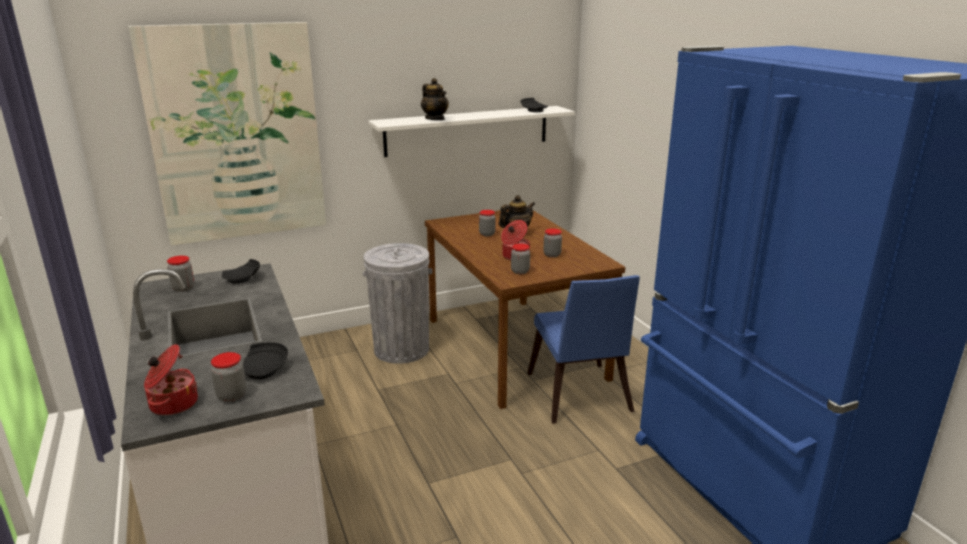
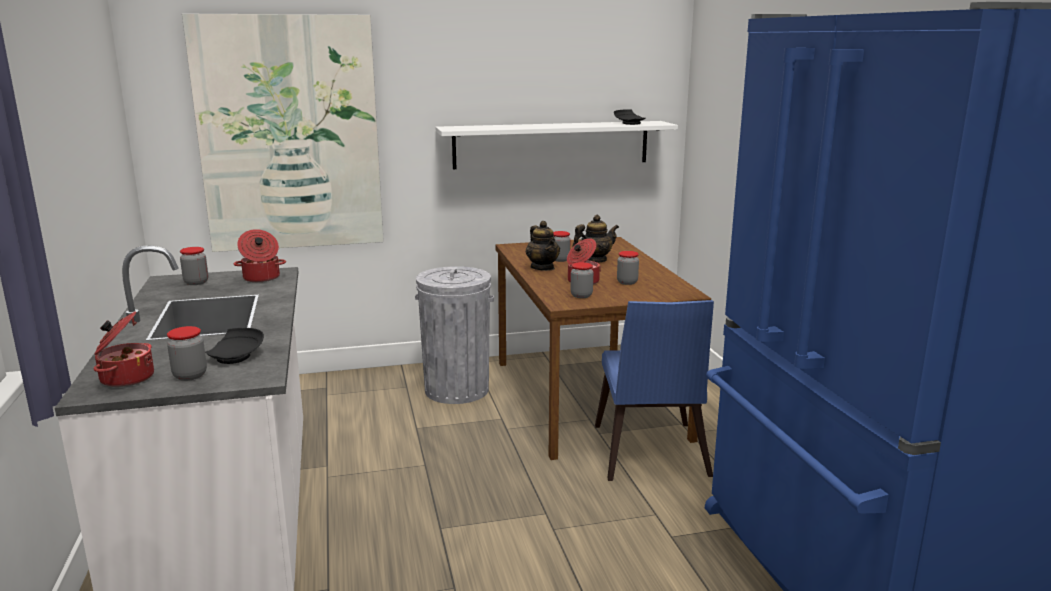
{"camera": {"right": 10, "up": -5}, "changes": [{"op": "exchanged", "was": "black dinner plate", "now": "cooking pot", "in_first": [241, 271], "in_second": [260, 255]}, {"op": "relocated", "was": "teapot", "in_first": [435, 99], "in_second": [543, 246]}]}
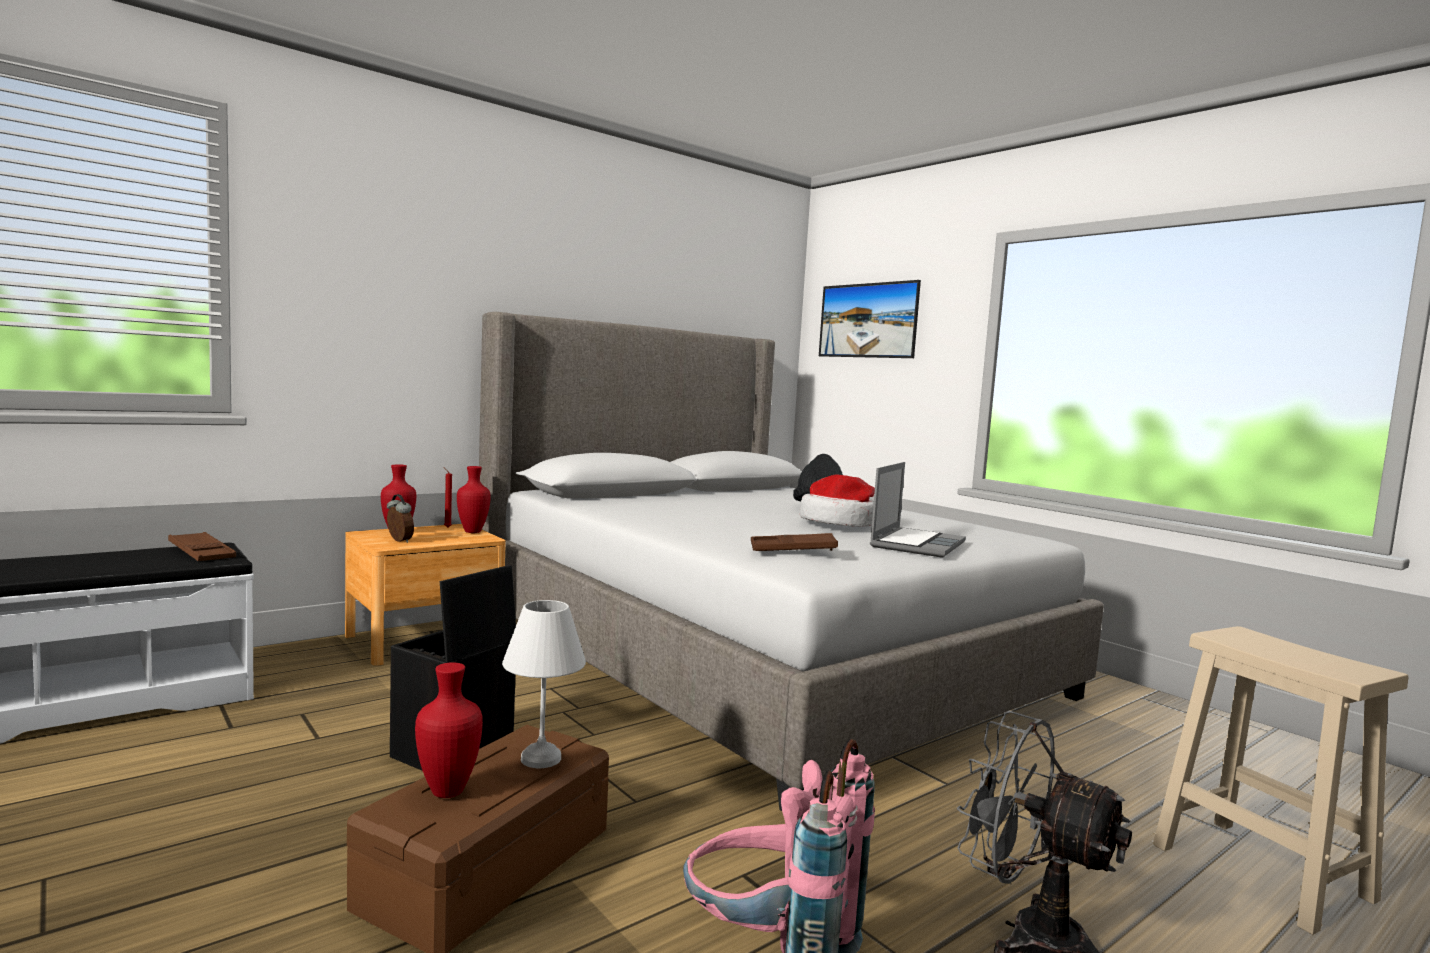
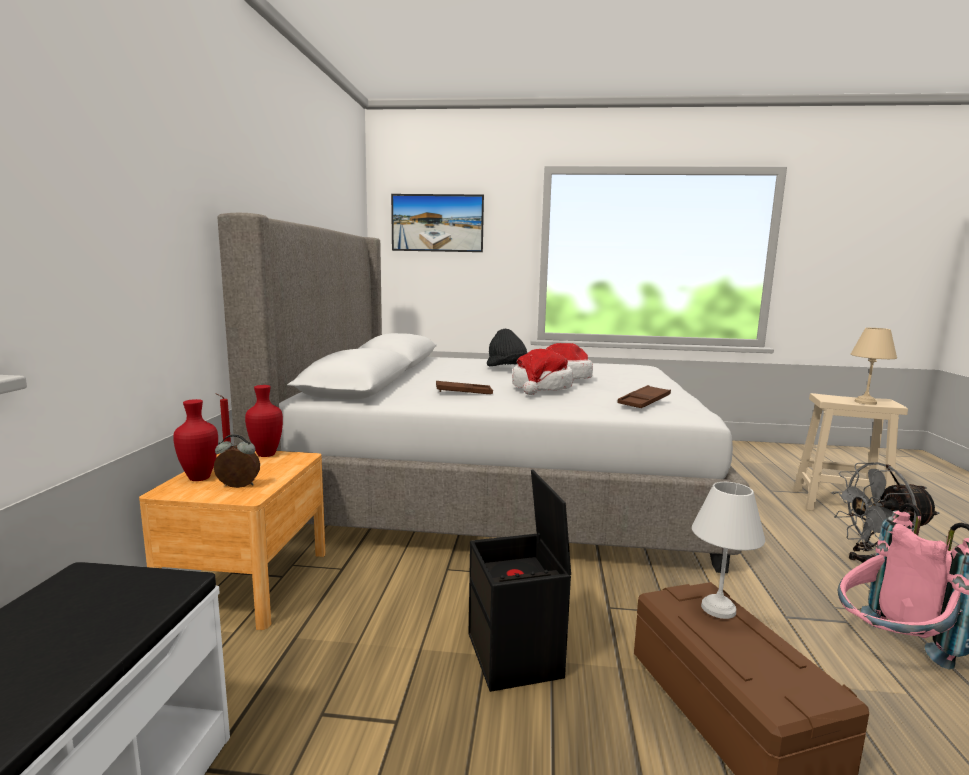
{"camera": {"right": -45, "up": 5}, "changes": [{"op": "relocated", "was": "brown-coloured carrying tray", "in_first": [202, 546], "in_second": [464, 387]}, {"op": "appeared", "now": "clothing hat", "in_second": [542, 372]}, {"op": "appeared", "now": "beige-coloured tabletop lamp", "in_second": [874, 366]}, {"op": "missing", "was": "red-coloured flower vase", "in_first": [449, 730]}, {"op": "missing", "was": "laptop", "in_first": [918, 510]}]}
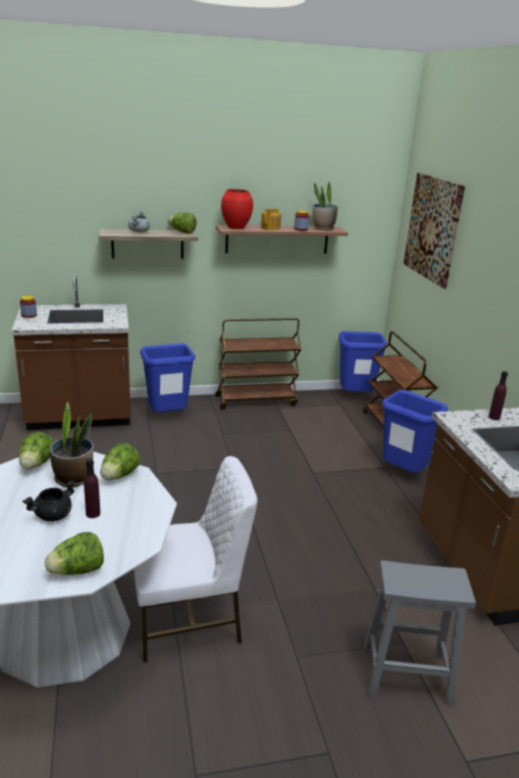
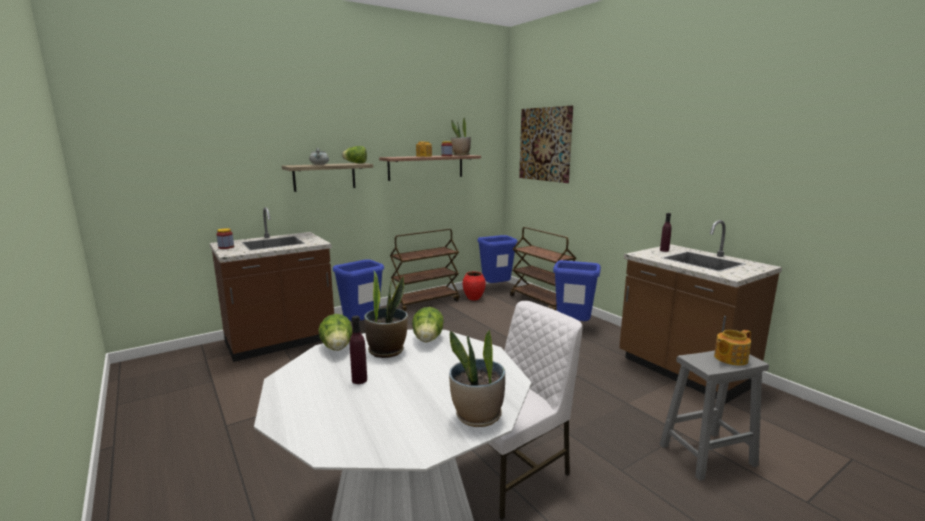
{"camera": {"right": -20, "up": -10}, "changes": [{"op": "relocated", "was": "purplish bottle", "in_first": [92, 488], "in_second": [358, 350]}, {"op": "exchanged", "was": "head of lettuce", "now": "plant in a pot", "in_first": [74, 553], "in_second": [477, 378]}, {"op": "relocated", "was": "red-coloured flower vase", "in_first": [237, 209], "in_second": [474, 286]}, {"op": "appeared", "now": "teapot", "in_second": [732, 348]}, {"op": "missing", "was": "black cooking pot", "in_first": [49, 500]}]}
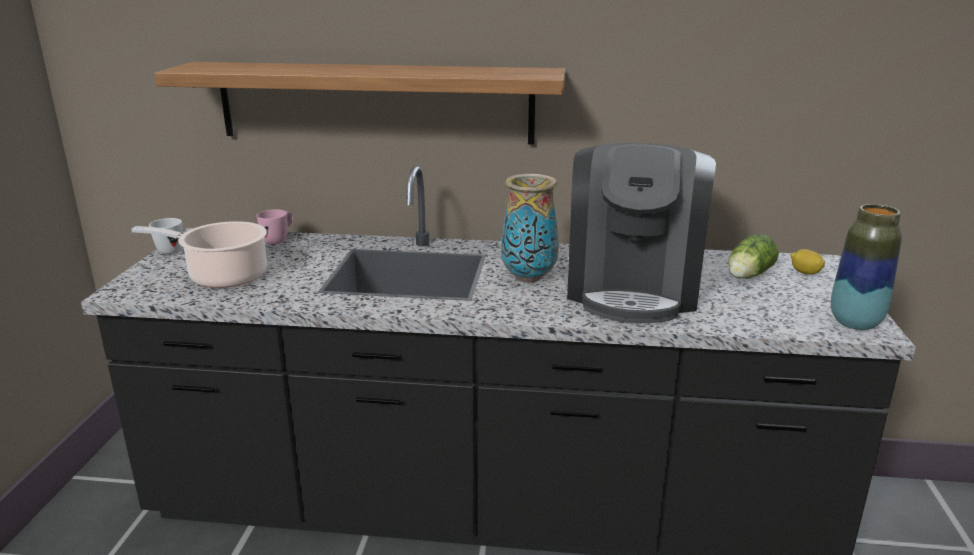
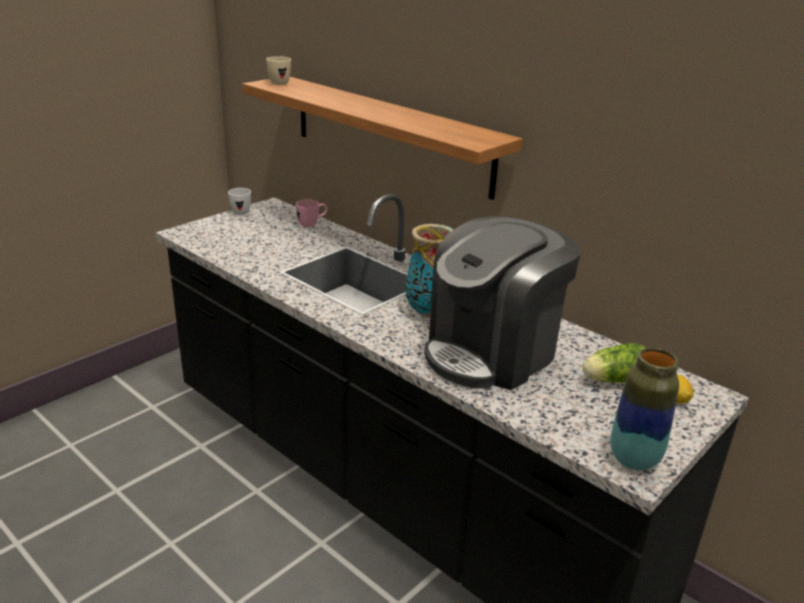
{"camera": {"right": 35, "up": 5}, "changes": [{"op": "appeared", "now": "beige-coloured coffee mug", "in_second": [278, 70]}, {"op": "missing", "was": "cooking pot", "in_first": [199, 254]}]}
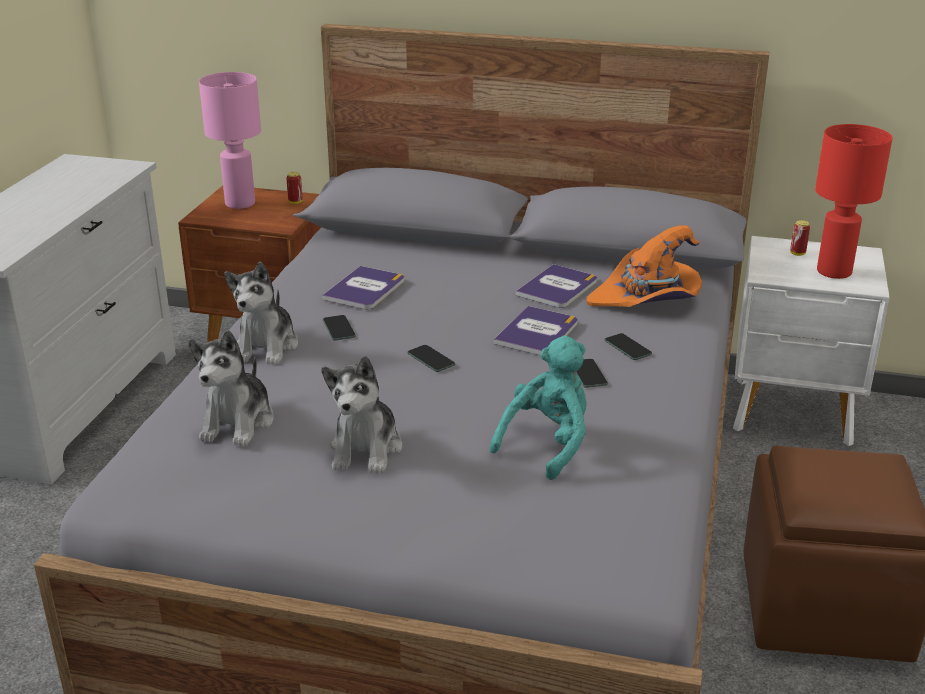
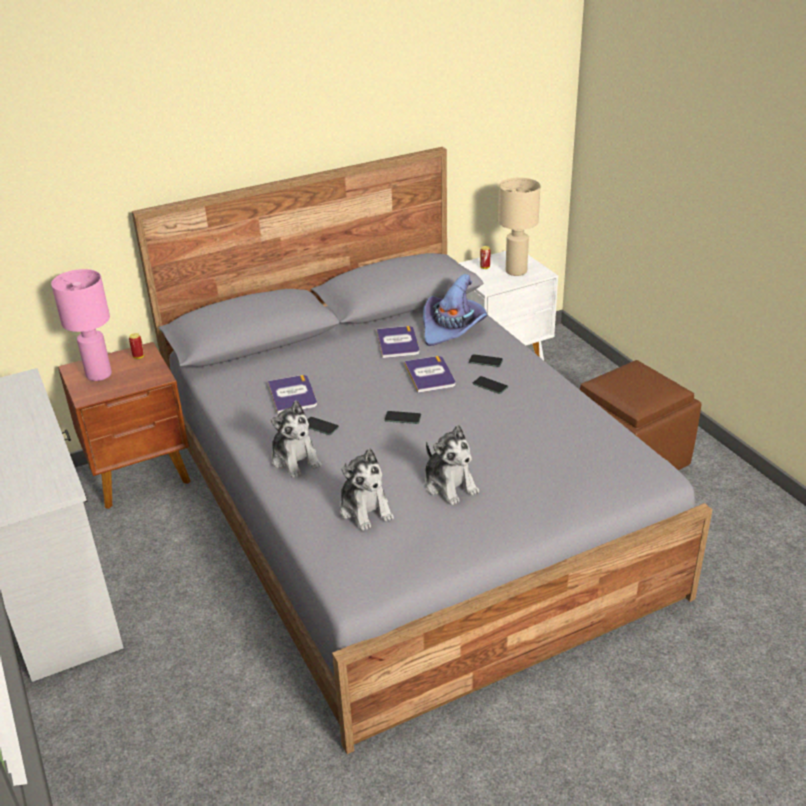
{"camera": {"right": -40, "up": 5}, "changes": [{"op": "colour", "was": "orange clothing hat", "now": "purplish clothing hat", "in_first": [644, 266], "in_second": [455, 310]}, {"op": "colour", "was": "red-coloured tabletop lamp", "now": "beige-coloured tabletop lamp", "in_first": [854, 201], "in_second": [519, 227]}, {"op": "missing", "was": "turquoise plush toy", "in_first": [538, 408]}]}
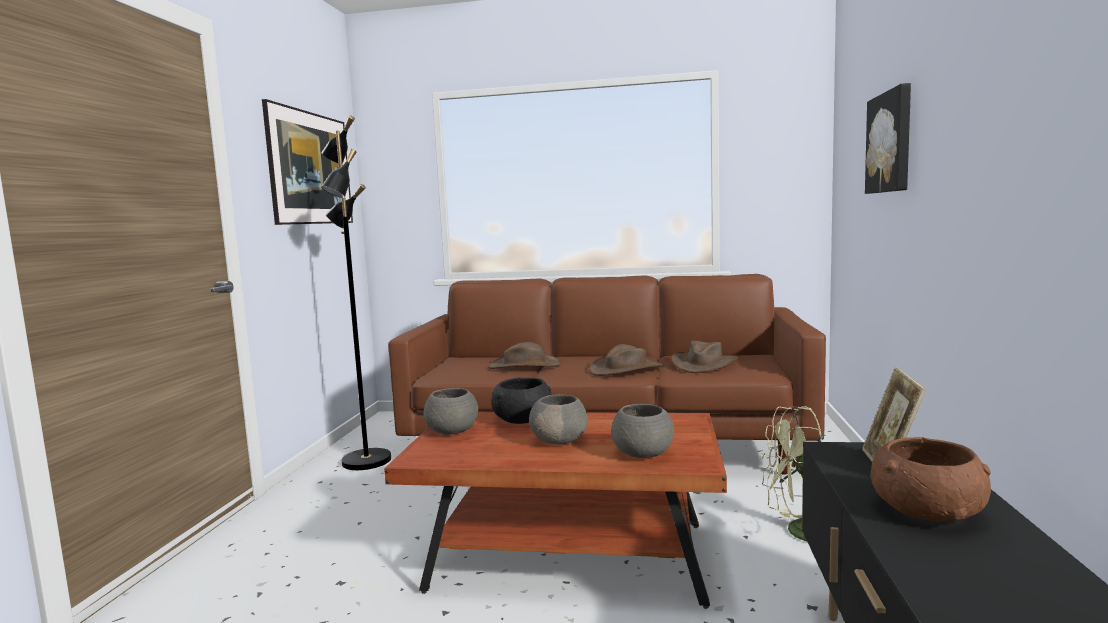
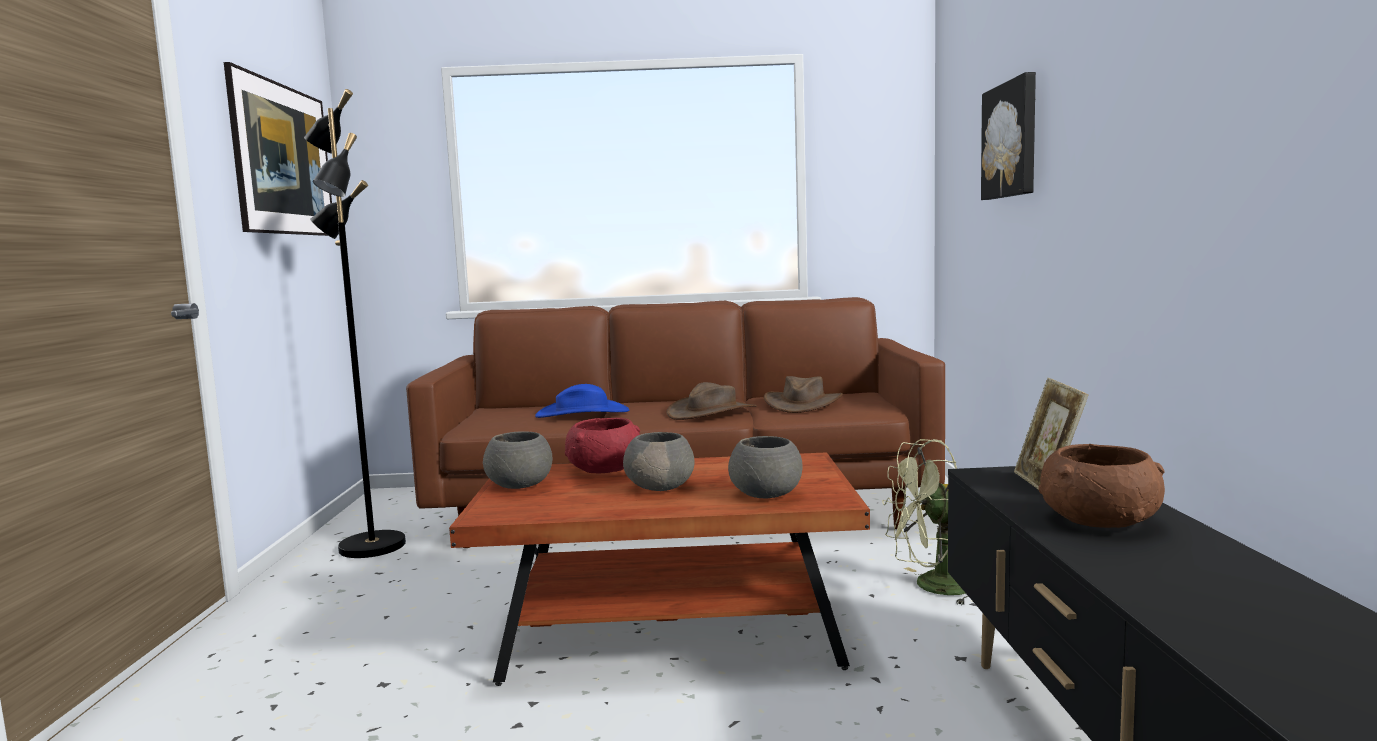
{"camera": {"right": -10, "up": 0}, "changes": [{"op": "colour", "was": "brown-coloured clothing hat", "now": "bluish clothing hat", "in_first": [525, 355], "in_second": [582, 401]}, {"op": "colour", "was": "black serving bowl", "now": "red-coloured serving bowl", "in_first": [521, 401], "in_second": [602, 445]}]}
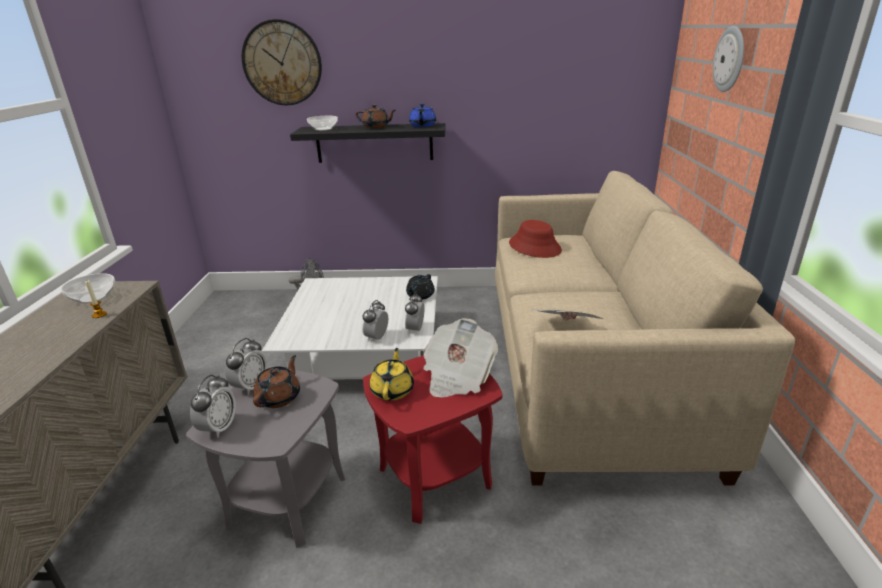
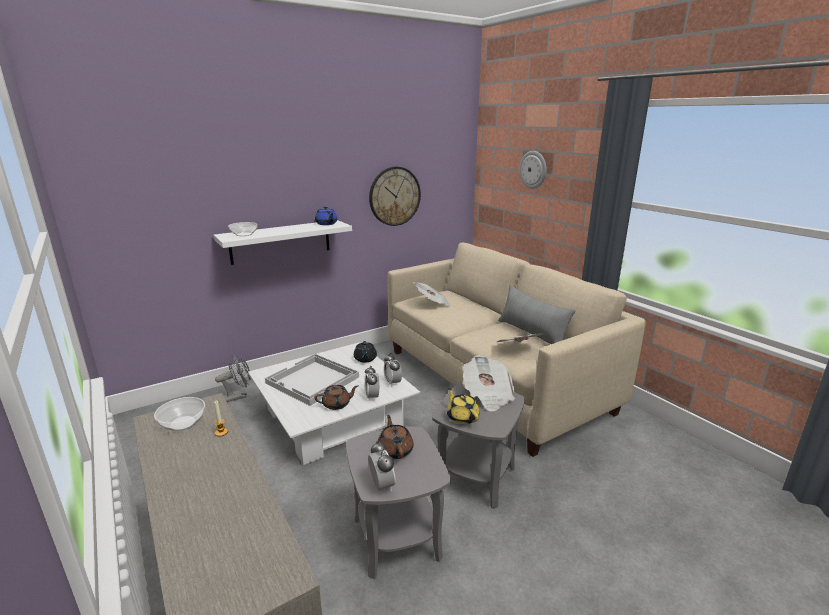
{"camera": {"right": -35, "up": -5}, "changes": [{"op": "colour", "was": "black bracket shelf", "now": "white bracket shelf", "in_first": [368, 143], "in_second": [283, 242]}, {"op": "appeared", "now": "white carrying tray", "in_second": [312, 380]}, {"op": "relocated", "was": "brown-coloured teapot", "in_first": [375, 116], "in_second": [336, 397]}, {"op": "relocated", "was": "hanging clock", "in_first": [282, 62], "in_second": [395, 196]}, {"op": "exchanged", "was": "red-coloured clothing hat", "now": "daily paper", "in_first": [535, 239], "in_second": [432, 294]}, {"op": "colour", "was": "red-coloured end table", "now": "gray end table", "in_first": [433, 440], "in_second": [478, 445]}, {"op": "appeared", "now": "gray throw pillow", "in_second": [537, 314]}, {"op": "missing", "was": "alarm clock", "in_first": [246, 366]}]}
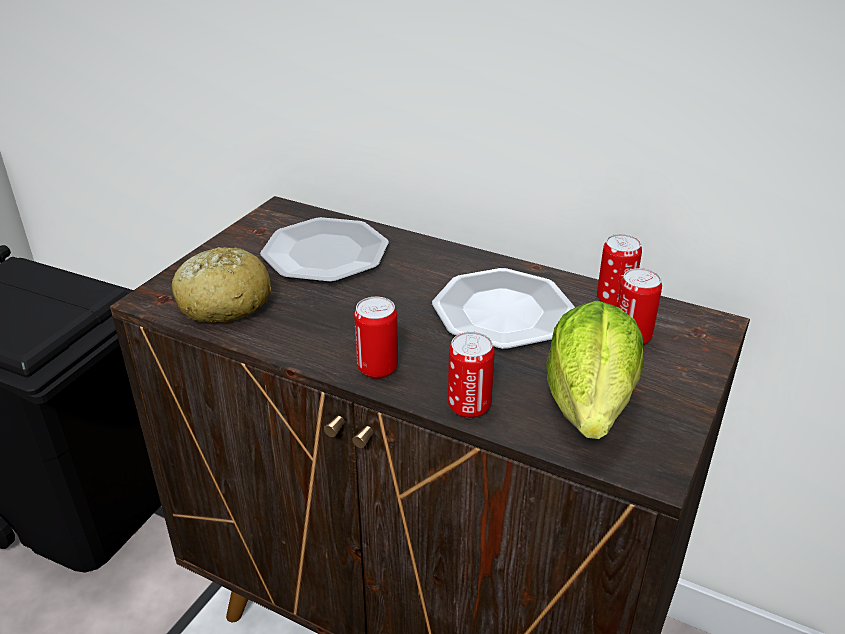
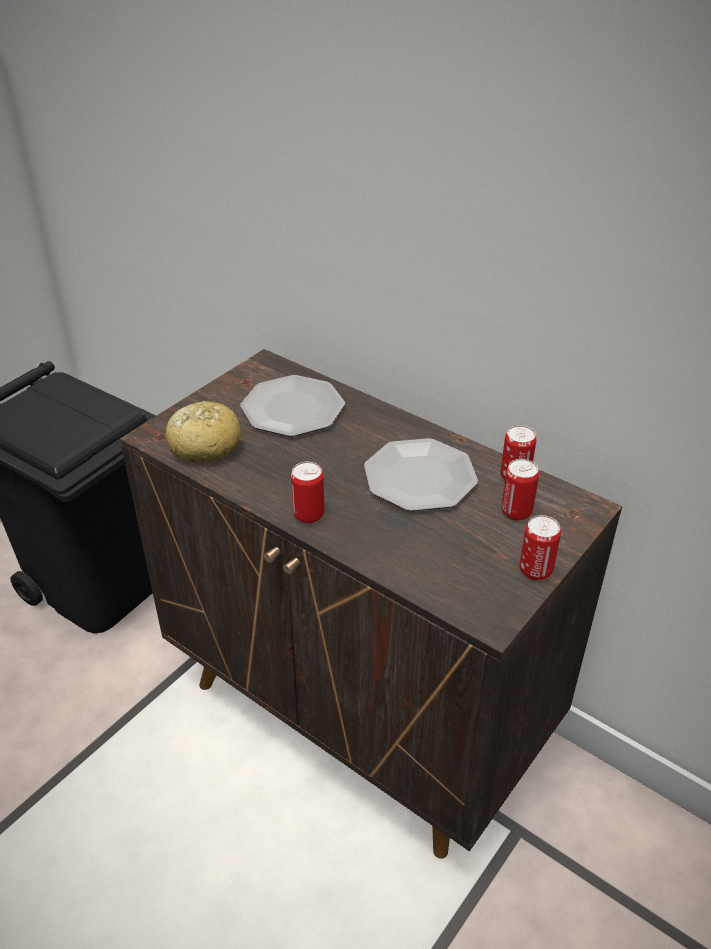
{"camera": {"right": 10, "up": 5}, "changes": [{"op": "relocated", "was": "sealed can", "in_first": [471, 375], "in_second": [540, 548]}, {"op": "missing", "was": "head of lettuce", "in_first": [595, 370]}]}
